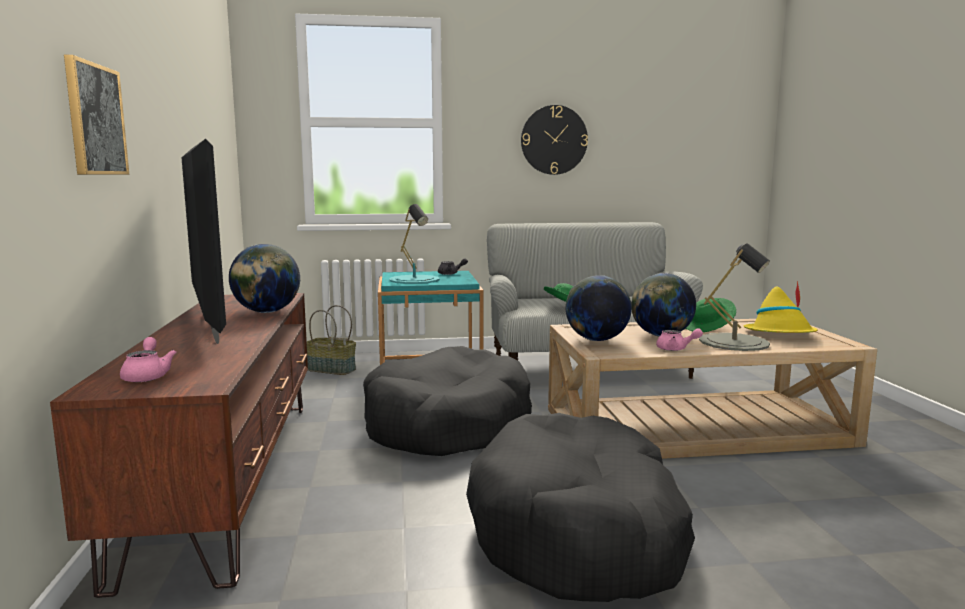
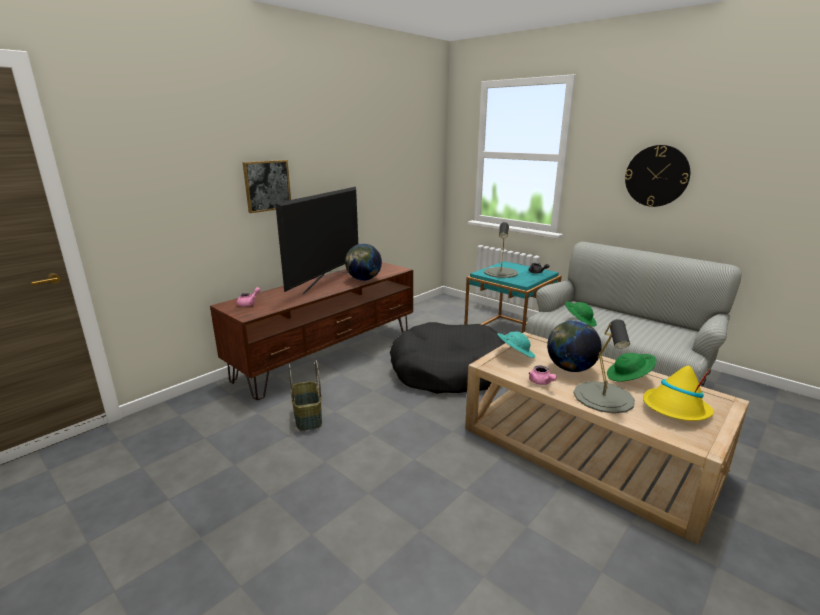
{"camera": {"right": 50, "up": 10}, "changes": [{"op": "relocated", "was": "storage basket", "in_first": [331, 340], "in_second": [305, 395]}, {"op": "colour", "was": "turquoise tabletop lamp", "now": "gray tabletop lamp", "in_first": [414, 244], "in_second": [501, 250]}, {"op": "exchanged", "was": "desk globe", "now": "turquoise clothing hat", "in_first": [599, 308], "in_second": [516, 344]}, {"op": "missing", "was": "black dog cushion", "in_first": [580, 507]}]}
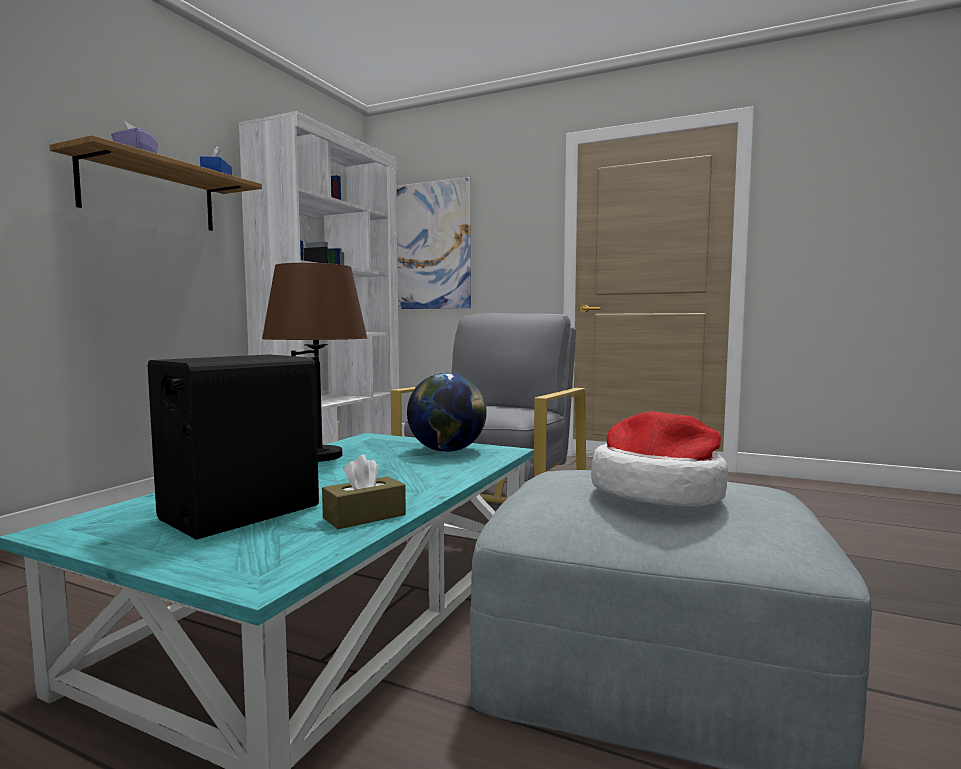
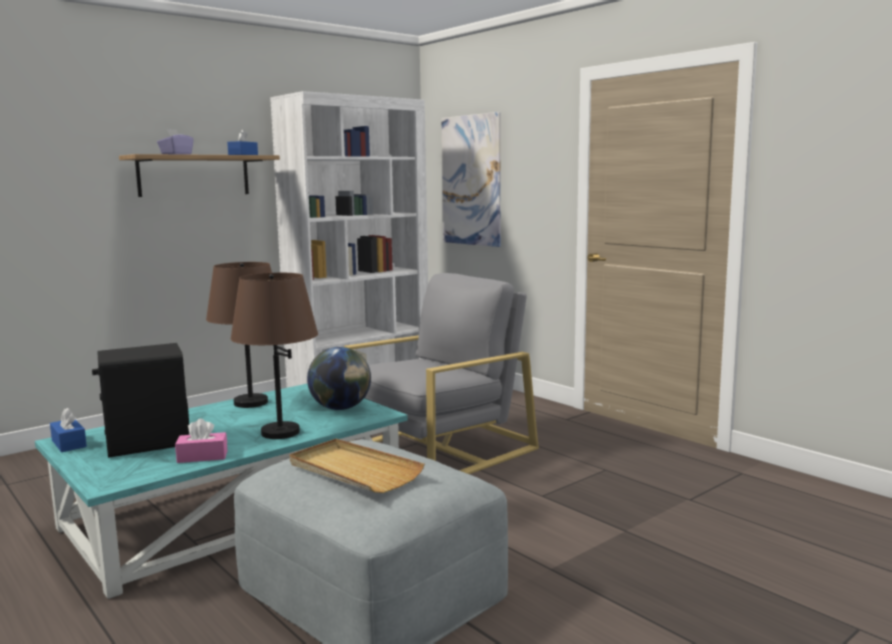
{"camera": {"right": 25, "up": 5}, "changes": [{"op": "appeared", "now": "bluish box of tissues", "in_second": [68, 430]}, {"op": "colour", "was": "brown-coloured box of tissues", "now": "pink box of tissues", "in_first": [364, 492], "in_second": [201, 441]}, {"op": "appeared", "now": "brown-coloured tabletop lamp", "in_second": [274, 356]}, {"op": "exchanged", "was": "clothing hat", "now": "beige-coloured carrying tray", "in_first": [659, 459], "in_second": [357, 466]}]}
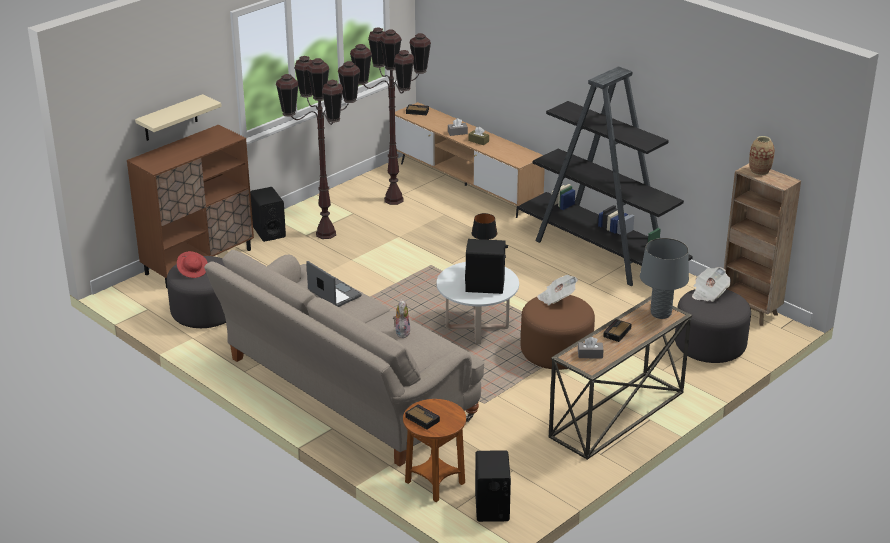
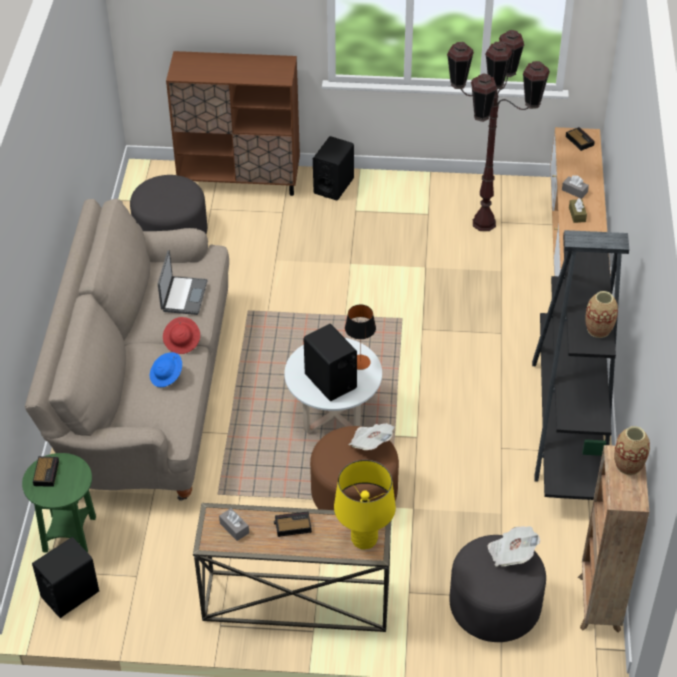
{"camera": {"right": 50, "up": 15}, "changes": [{"op": "colour", "was": "brown-coloured end table", "now": "green-coloured end table", "in_first": [434, 450], "in_second": [59, 503]}, {"op": "exchanged", "was": "plush toy", "now": "bluish clothing hat", "in_first": [401, 318], "in_second": [166, 369]}, {"op": "relocated", "was": "red-coloured clothing hat", "in_first": [192, 264], "in_second": [181, 335]}, {"op": "colour", "was": "gray tabletop lamp", "now": "yellowish tabletop lamp", "in_first": [664, 278], "in_second": [365, 505]}, {"op": "appeared", "now": "flower vase", "in_second": [601, 314]}, {"op": "missing", "was": "beige-coloured bracket shelf", "in_first": [178, 117]}, {"op": "missing", "was": "brown-coloured floor lamp", "in_first": [318, 147]}]}
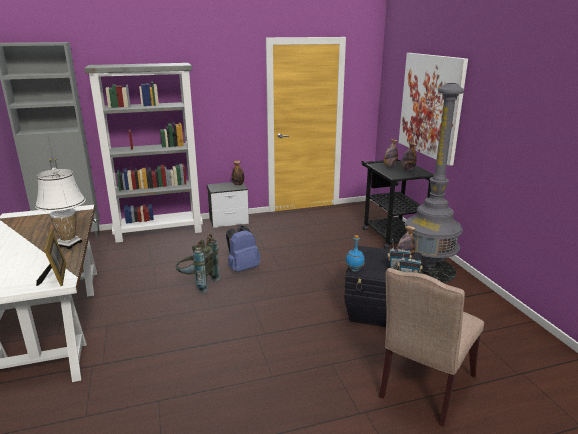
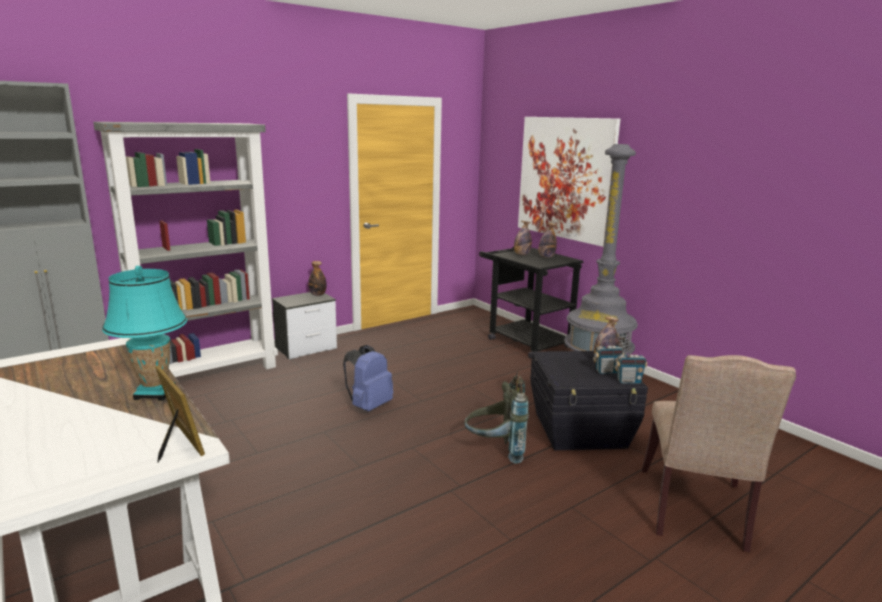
{"camera": {"right": -20, "up": -5}, "changes": [{"op": "colour", "was": "white tabletop lamp", "now": "turquoise tabletop lamp", "in_first": [60, 208], "in_second": [144, 333]}, {"op": "relocated", "was": "gray backpack", "in_first": [198, 263], "in_second": [496, 418]}, {"op": "missing", "was": "bluish bottle", "in_first": [355, 253]}]}
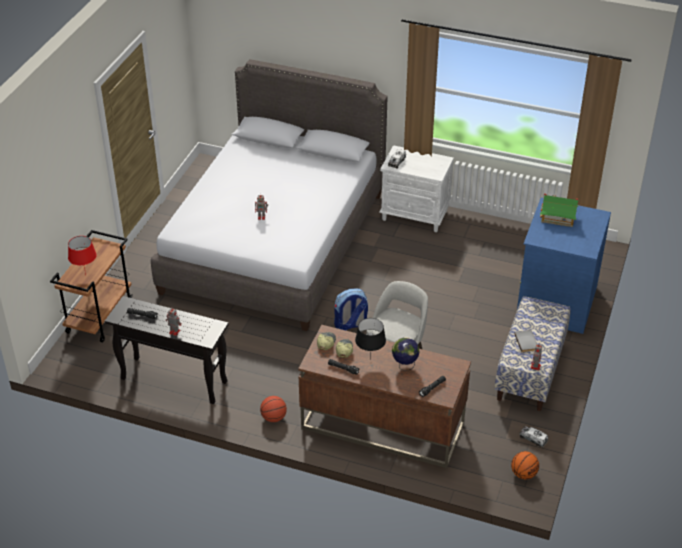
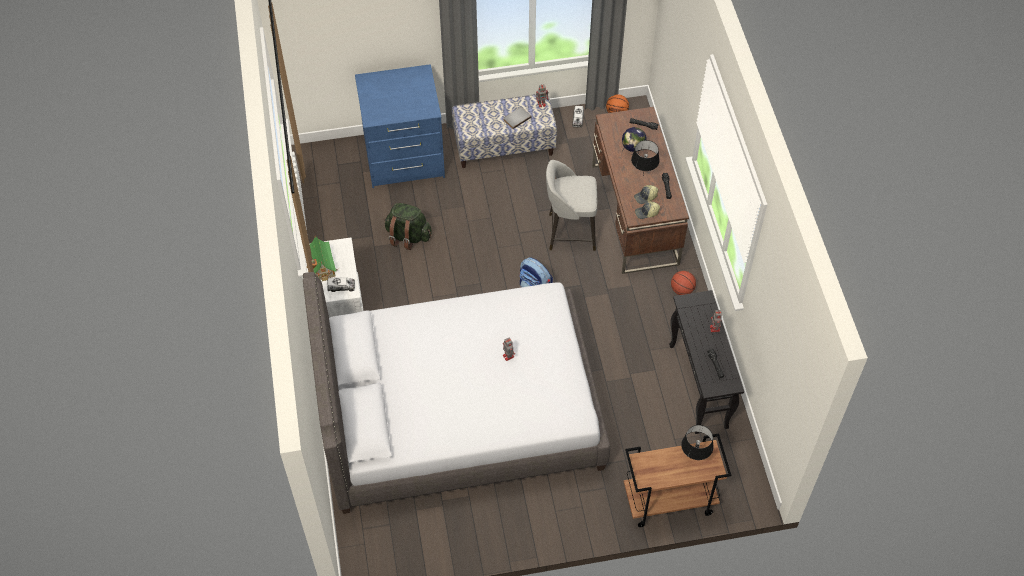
{"camera": {"right": -120, "up": 15}, "changes": [{"op": "relocated", "was": "miniature house", "in_first": [559, 210], "in_second": [322, 258]}, {"op": "appeared", "now": "green-coloured backpack", "in_second": [408, 226]}, {"op": "colour", "was": "red-coloured tabletop lamp", "now": "black tabletop lamp", "in_first": [82, 255], "in_second": [697, 442]}]}
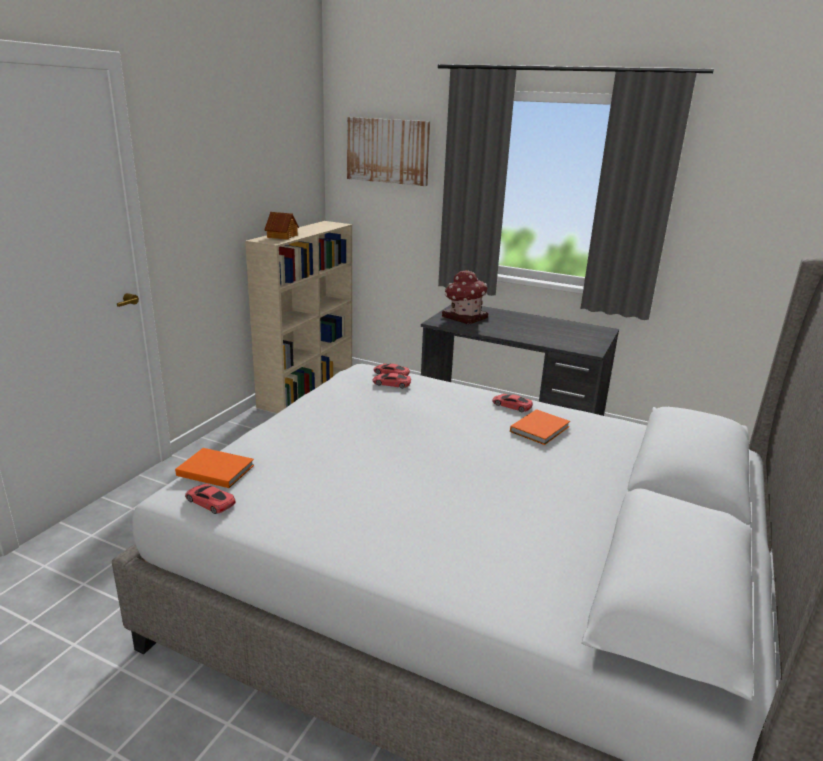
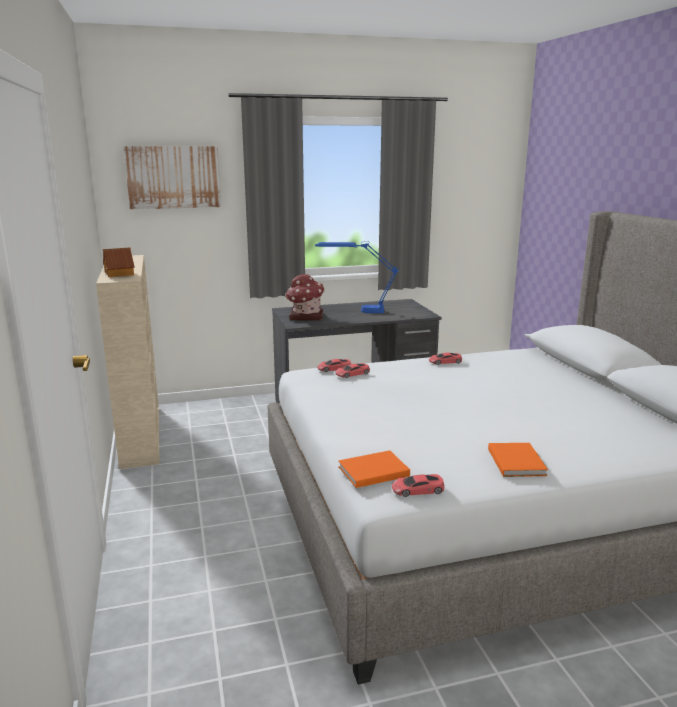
{"camera": {"right": -40, "up": -5}, "changes": [{"op": "appeared", "now": "bluish tabletop lamp", "in_second": [356, 277]}, {"op": "relocated", "was": "orange volume", "in_first": [540, 427], "in_second": [518, 460]}]}
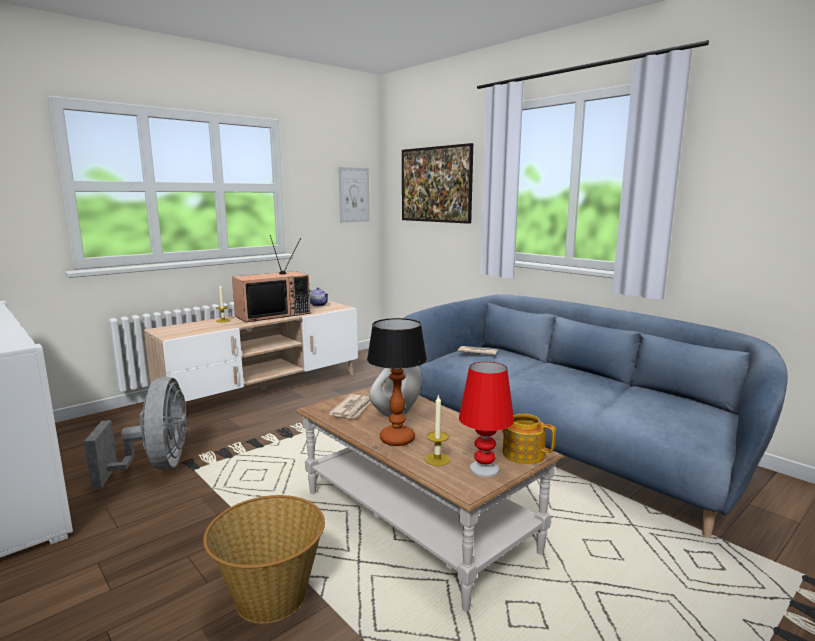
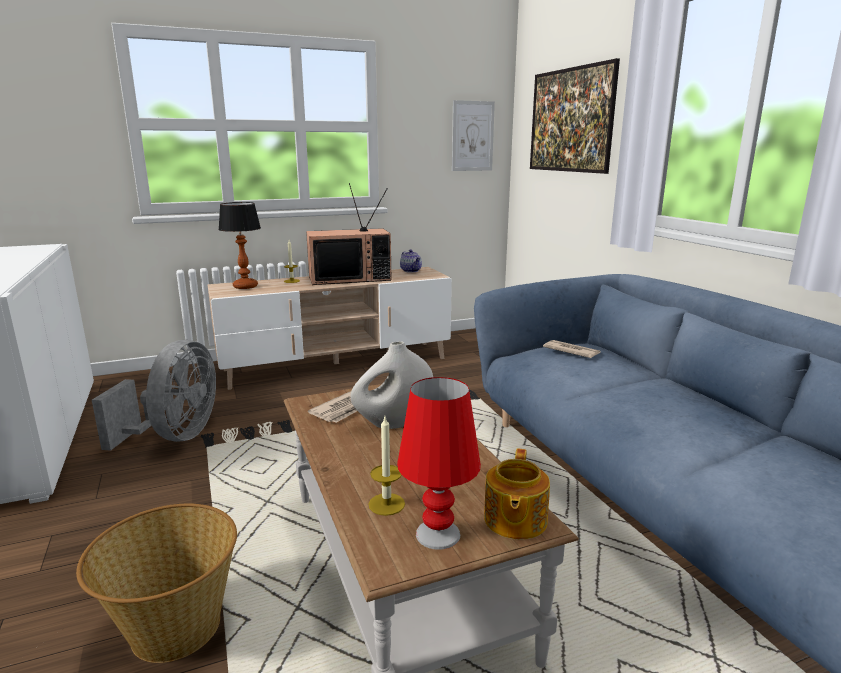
{"camera": {"right": 20, "up": 5}, "changes": [{"op": "relocated", "was": "tabletop lamp", "in_first": [397, 382], "in_second": [239, 245]}, {"op": "spun", "was": "teapot", "in_first": [529, 439], "in_second": [517, 494], "clockwise": -135}]}
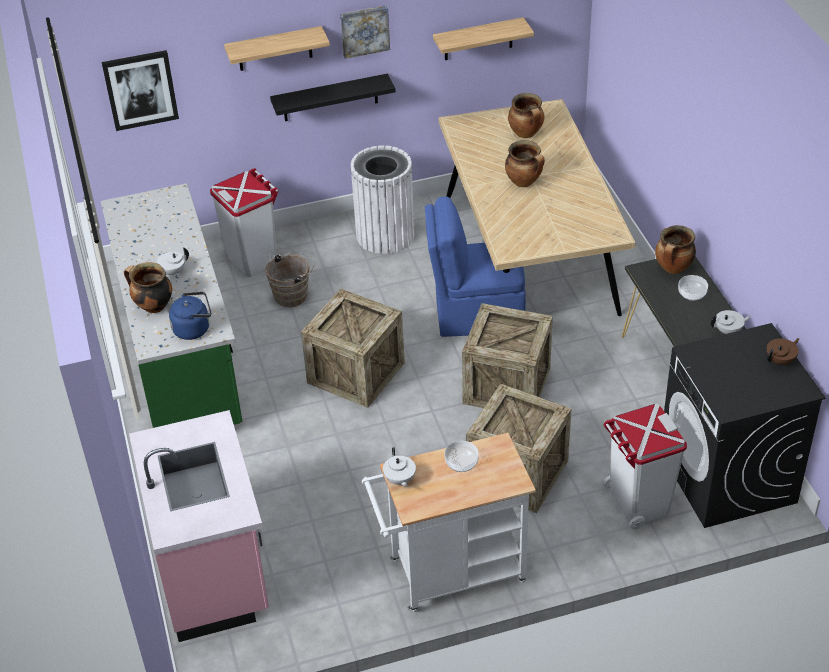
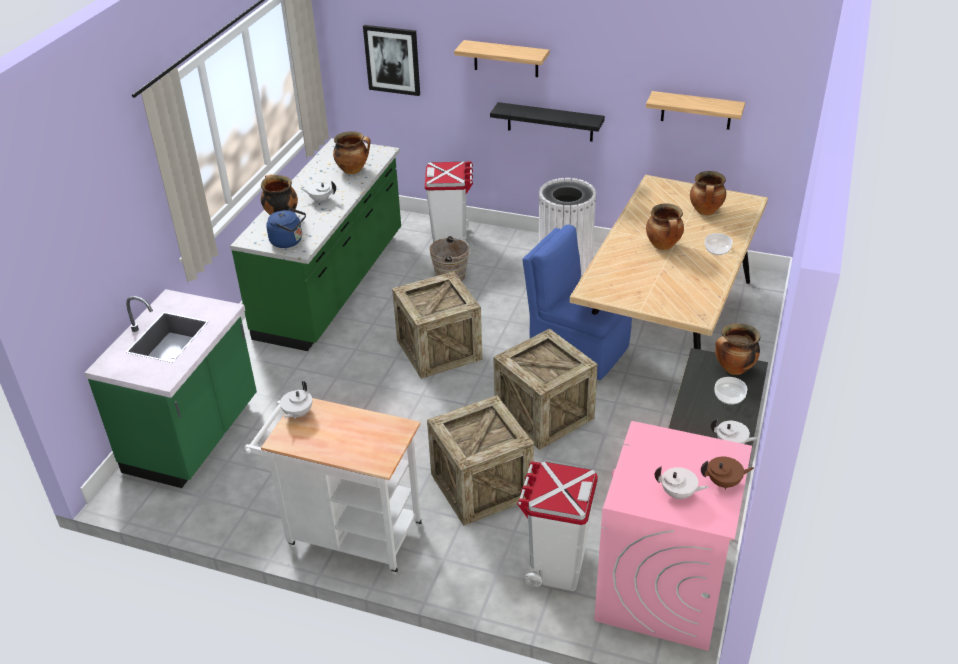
{"camera": {"right": 35, "up": -5}, "changes": [{"op": "colour", "was": "pink kitchen base unit", "now": "green-coloured kitchen base unit", "in_first": [199, 526], "in_second": [170, 388]}, {"op": "appeared", "now": "cooking pot", "in_second": [352, 152]}, {"op": "colour", "was": "black washing machine", "now": "pink washing machine", "in_first": [745, 425], "in_second": [673, 536]}, {"op": "appeared", "now": "white teapot", "in_second": [681, 483]}, {"op": "relocated", "was": "serving bowl", "in_first": [462, 456], "in_second": [719, 244]}, {"op": "missing", "was": "wall art", "in_first": [365, 32]}]}
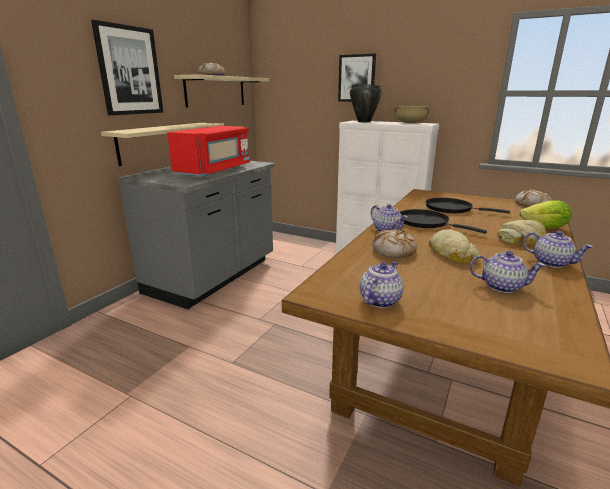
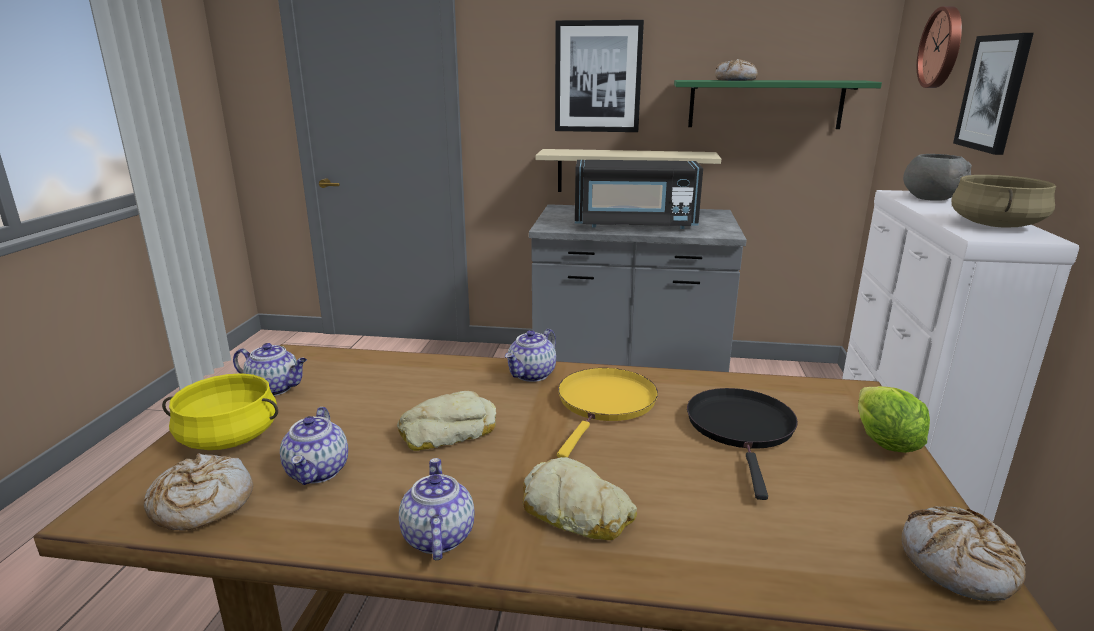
{"camera": {"right": 70, "up": 0}, "changes": [{"op": "relocated", "was": "bakery bread", "in_first": [394, 243], "in_second": [198, 492]}, {"op": "appeared", "now": "yellowish cooking pot", "in_second": [220, 411]}, {"op": "spun", "was": "teapot", "in_first": [558, 249], "in_second": [437, 509], "clockwise": 150}, {"op": "colour", "was": "black skillet", "now": "yellowish skillet", "in_first": [443, 221], "in_second": [607, 413]}, {"op": "colour", "was": "red-coloured microwave oven", "now": "black microwave oven", "in_first": [208, 151], "in_second": [639, 194]}, {"op": "colour", "was": "beige-coloured bracket shelf", "now": "green-coloured bracket shelf", "in_first": [221, 90], "in_second": [778, 104]}, {"op": "relocated", "was": "head of lettuce", "in_first": [545, 214], "in_second": [894, 419]}, {"op": "exchanged", "was": "black cooking pot", "now": "gray serving bowl", "in_first": [366, 103], "in_second": [937, 177]}, {"op": "appeared", "now": "hanging clock", "in_second": [939, 47]}]}
